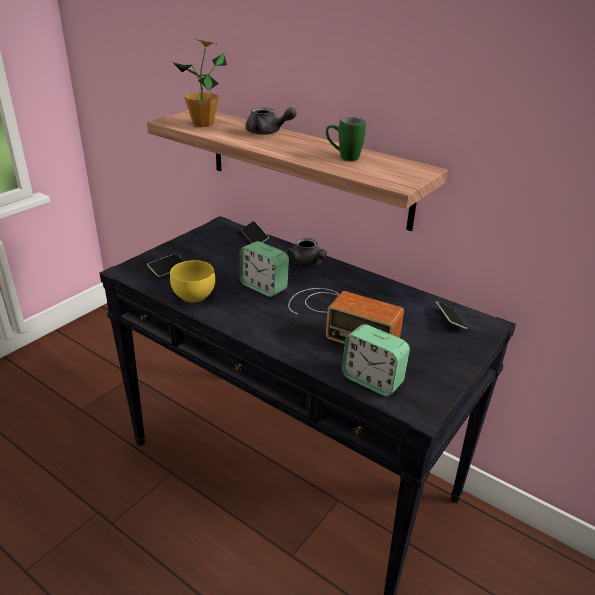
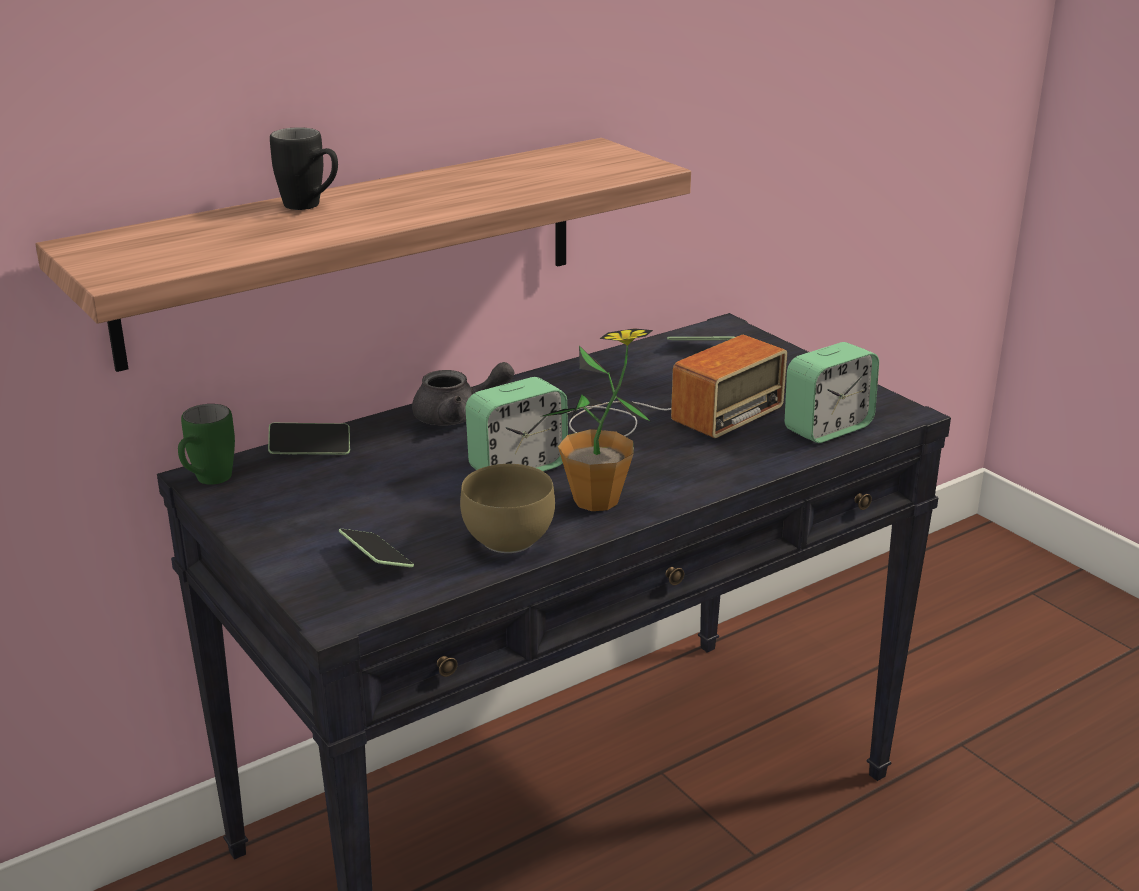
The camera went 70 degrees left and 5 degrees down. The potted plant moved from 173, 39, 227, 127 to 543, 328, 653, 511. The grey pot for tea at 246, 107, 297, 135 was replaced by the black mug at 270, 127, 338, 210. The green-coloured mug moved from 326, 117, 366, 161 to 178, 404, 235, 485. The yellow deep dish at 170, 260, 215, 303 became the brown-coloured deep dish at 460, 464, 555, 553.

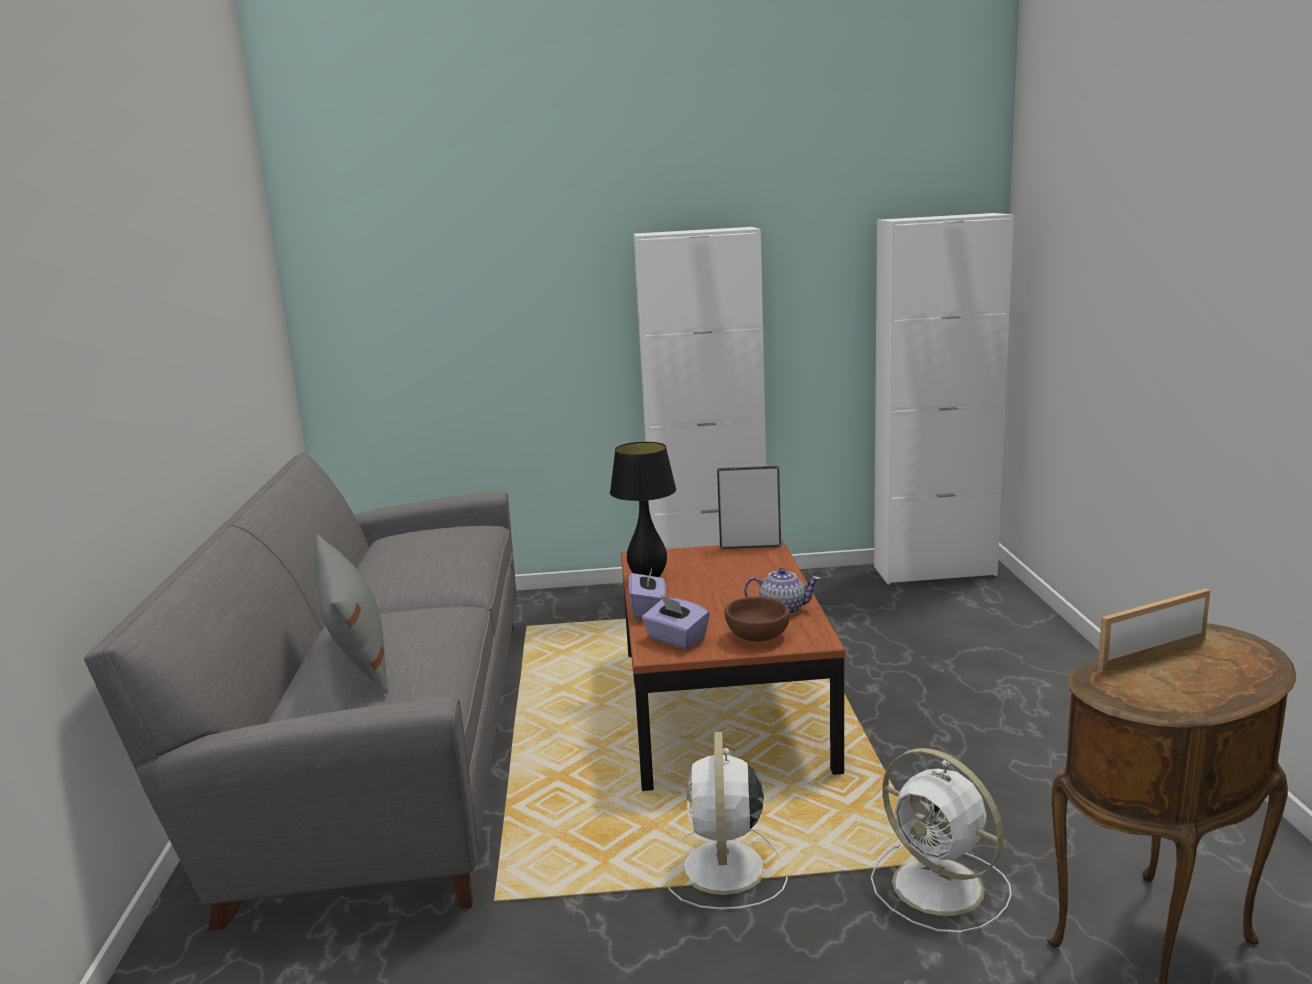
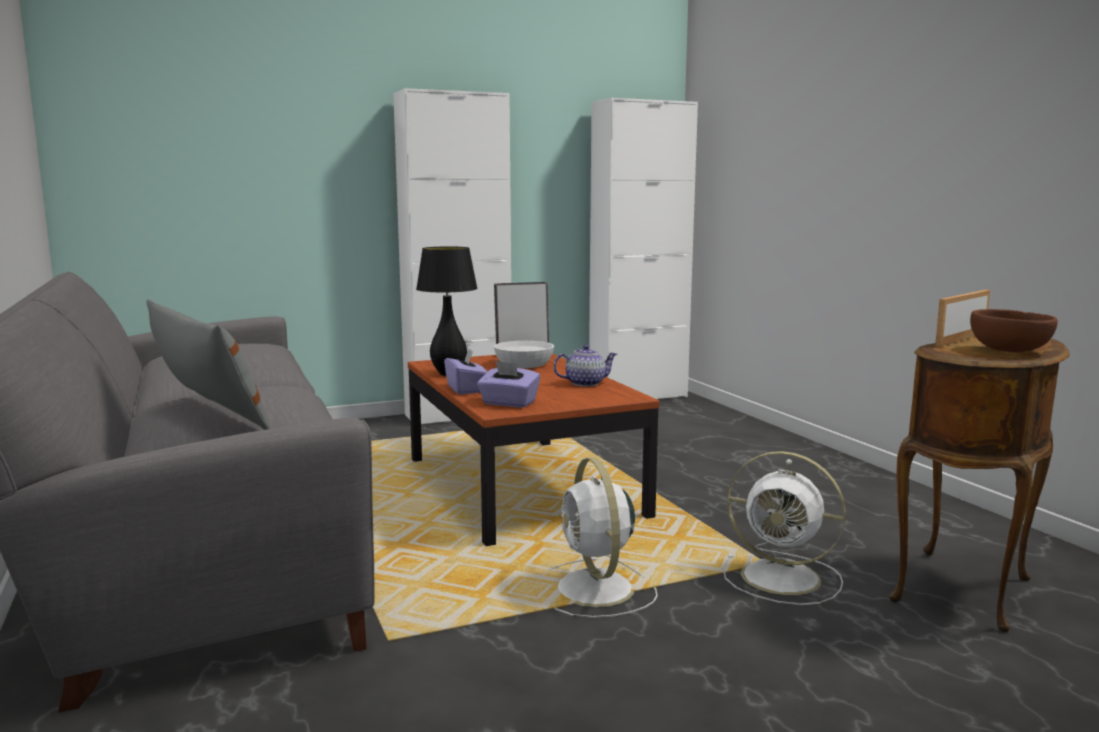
The camera went 20 degrees left and 5 degrees down. The brown-coloured deep dish moved from 725, 597, 790, 642 to 970, 309, 1058, 352. The white deep dish at 494, 341, 554, 368 appeared.

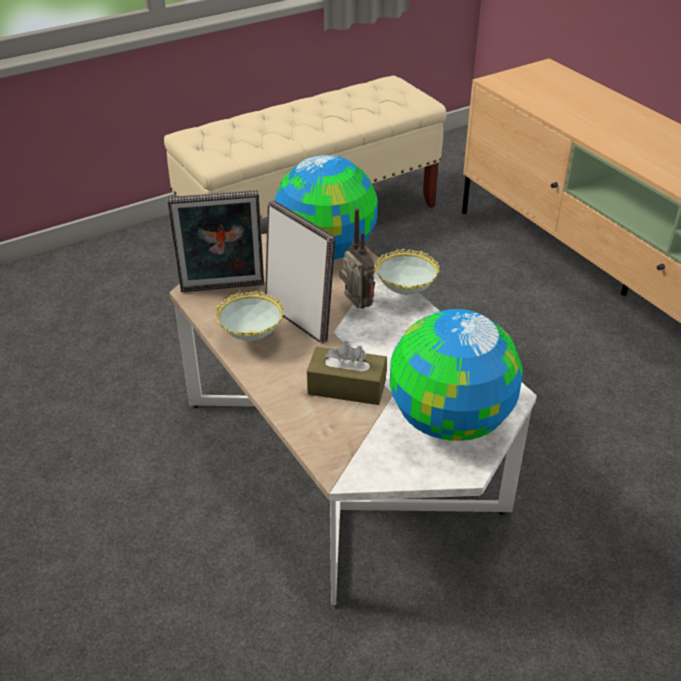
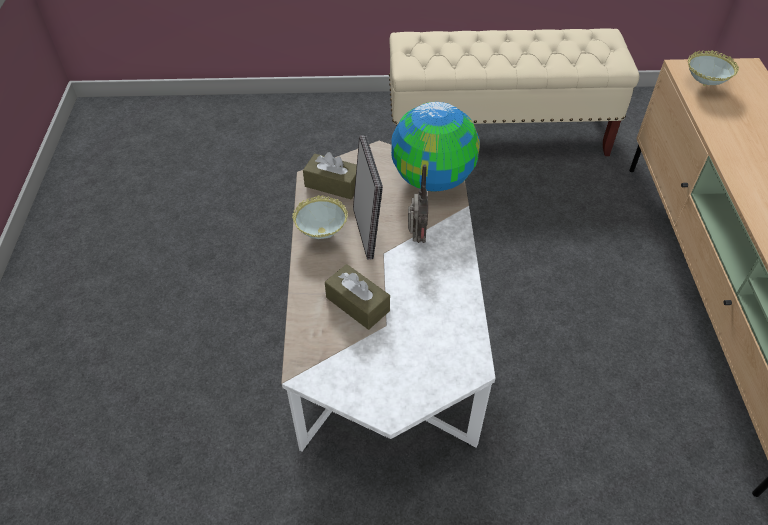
The camera went 30 degrees right and 10 degrees up. The photo frame at 167, 190, 264, 292 was replaced by the brown-coloured box of tissues at 303, 152, 357, 199. The deep dish moved from 375, 249, 440, 295 to 688, 50, 739, 86. The globe at 390, 309, 523, 441 disappeared.

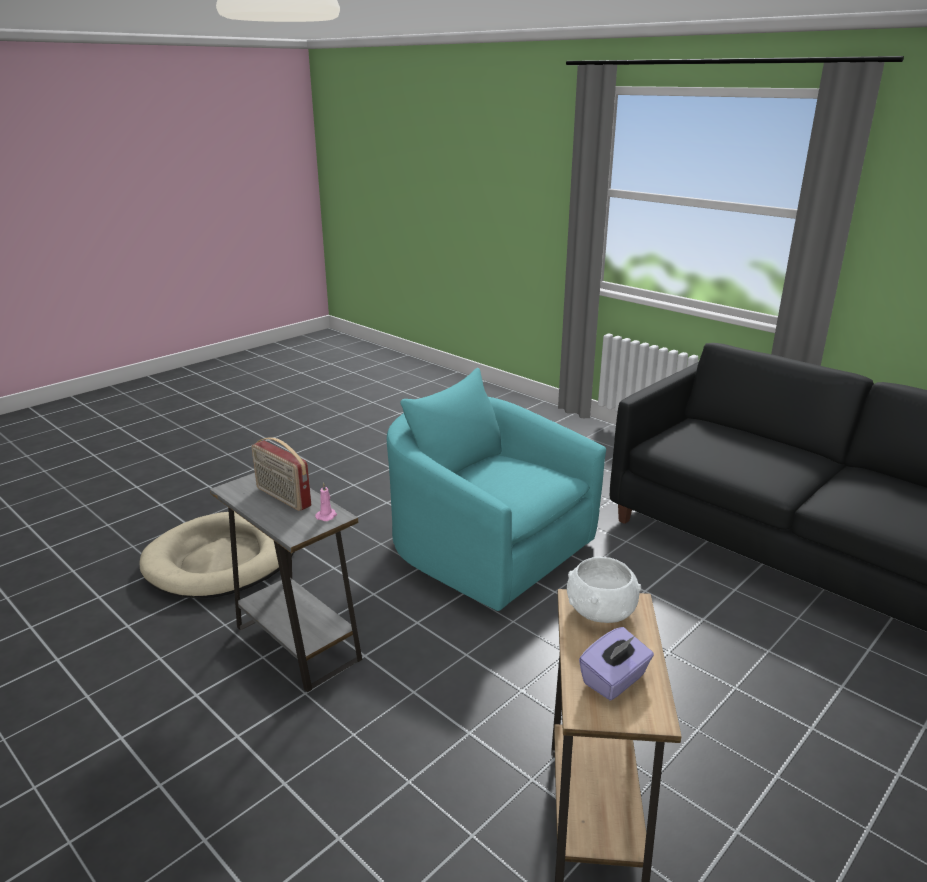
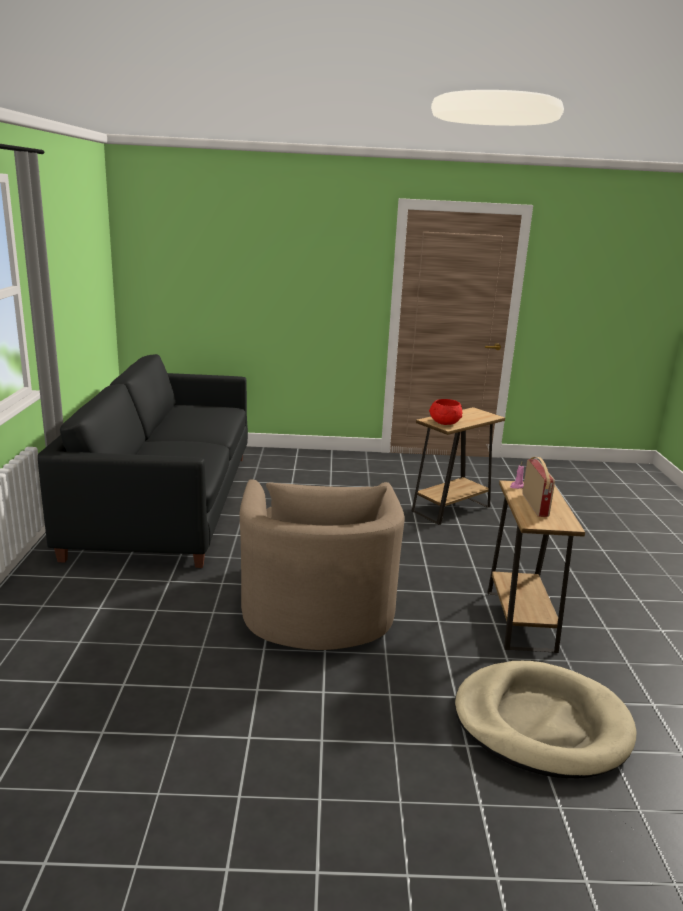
The camera went 135 degrees left and 5 degrees down. The turquoise easy chair at 387, 368, 606, 611 became the beige easy chair at 240, 479, 405, 650. The grey side table at 210, 473, 362, 692 became the brown-coloured side table at 488, 480, 585, 653. The white deep dish at 567, 557, 641, 623 became the reddish deep dish at 429, 399, 462, 425. The purple-coloured box of tissues at 579, 627, 654, 700 disappeared.

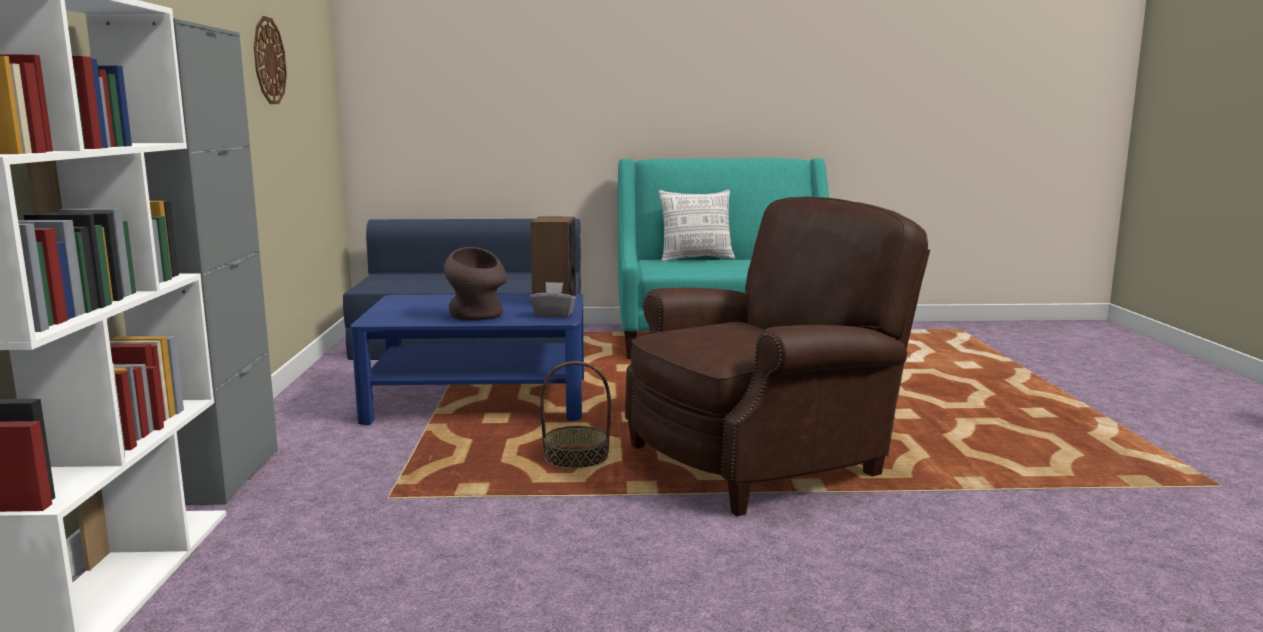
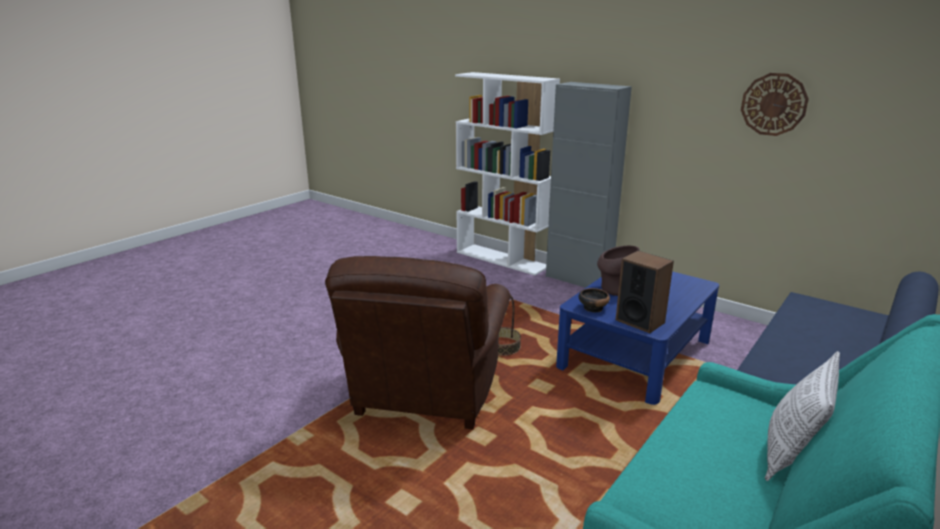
The camera went 130 degrees right and 10 degrees up. The grey box of tissues at 530, 282, 576, 318 was replaced by the deep dish at 579, 288, 610, 312.

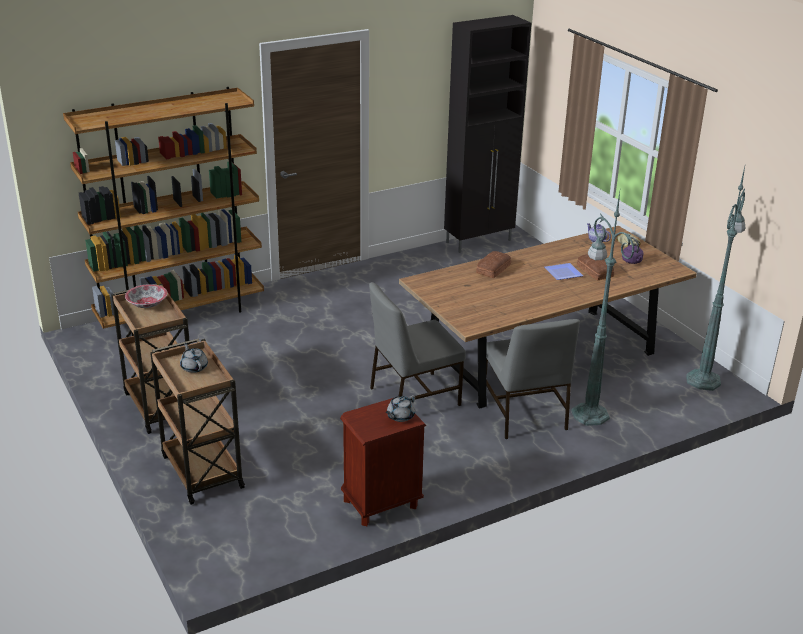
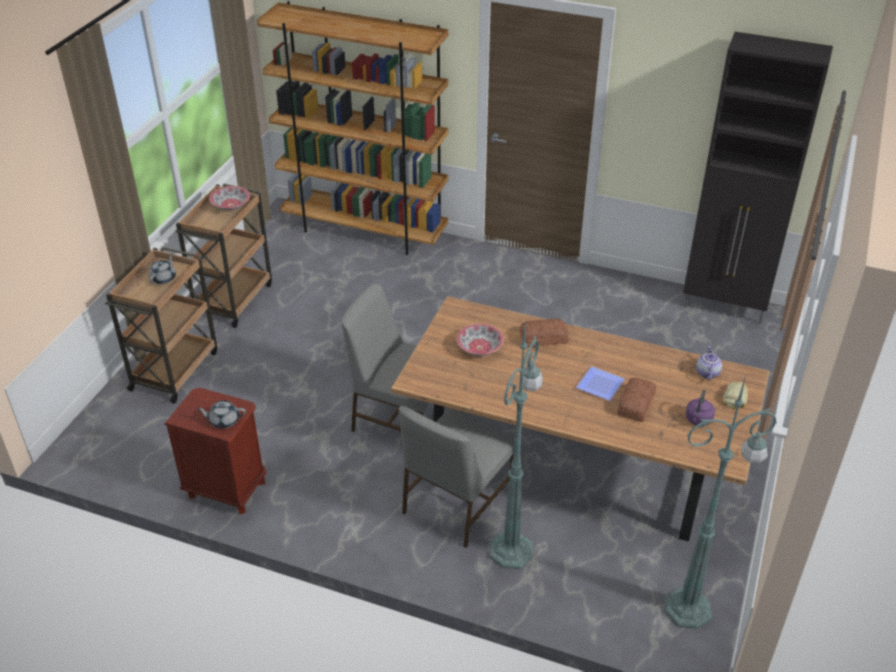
The camera went 50 degrees right and 10 degrees up. The deep dish at 457, 324, 504, 356 appeared.

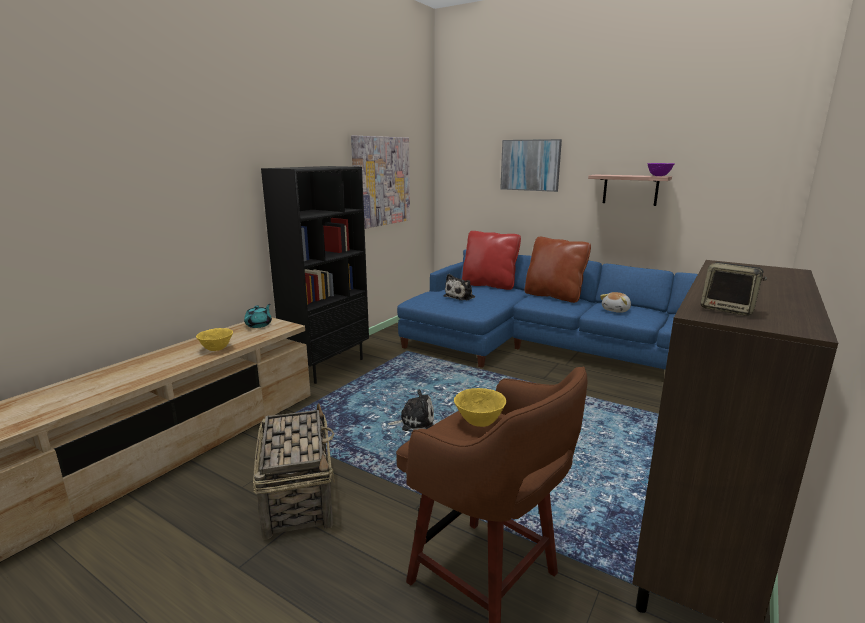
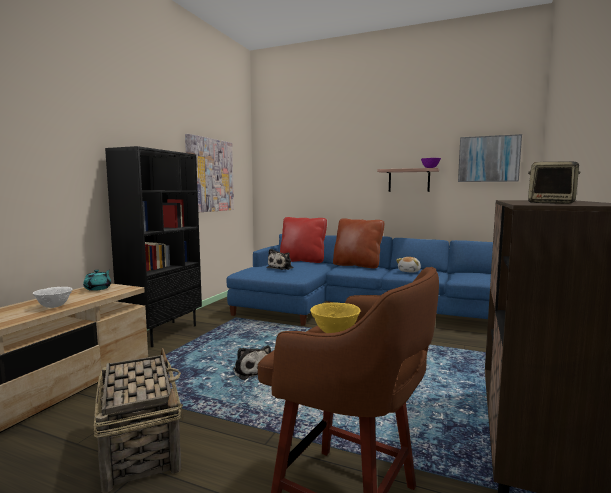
The camera went 10 degrees left and 10 degrees down. The wall picture moved from 500, 139, 562, 192 to 458, 134, 522, 182. The yellow deep dish at 196, 328, 233, 351 became the white deep dish at 33, 287, 72, 308. The plush toy at 388, 390, 434, 431 turned 75 degrees clockwise.

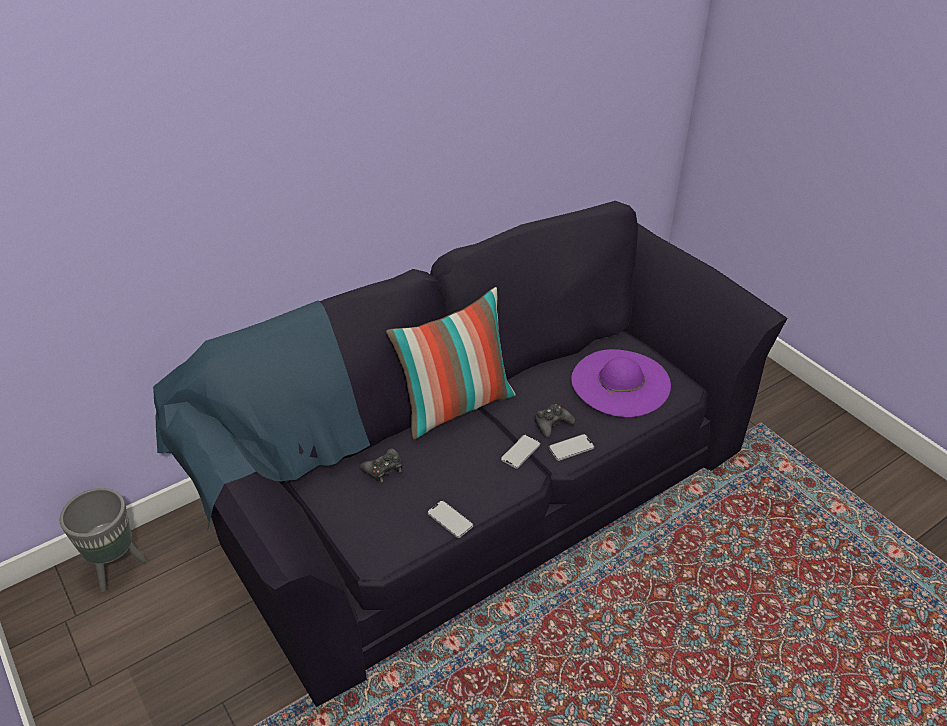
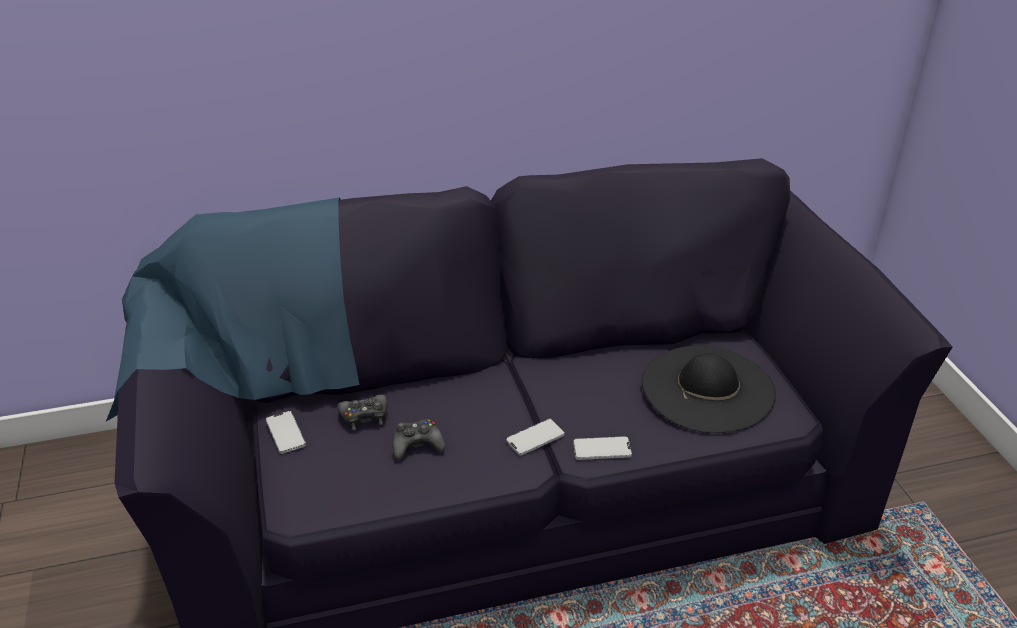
The camera went 20 degrees right and 5 degrees down. The pillow at 386, 287, 516, 440 disappeared. The purple-coloured clothing hat at 571, 349, 671, 417 became the black clothing hat at 642, 345, 776, 433. The black joypad moved from 535, 404, 575, 438 to 392, 419, 446, 459. The grey planter at 59, 488, 147, 592 disappeared. The handset moved from 427, 500, 473, 538 to 266, 411, 306, 454.

